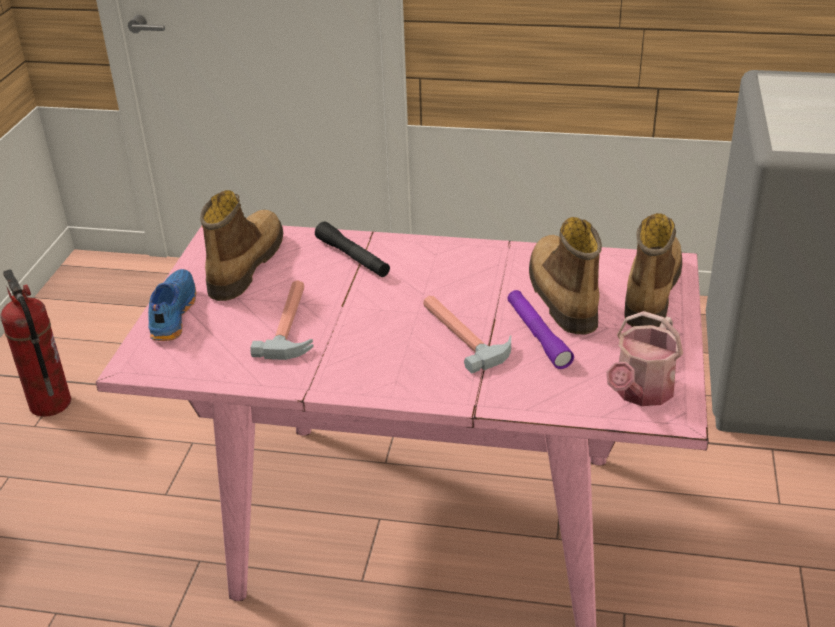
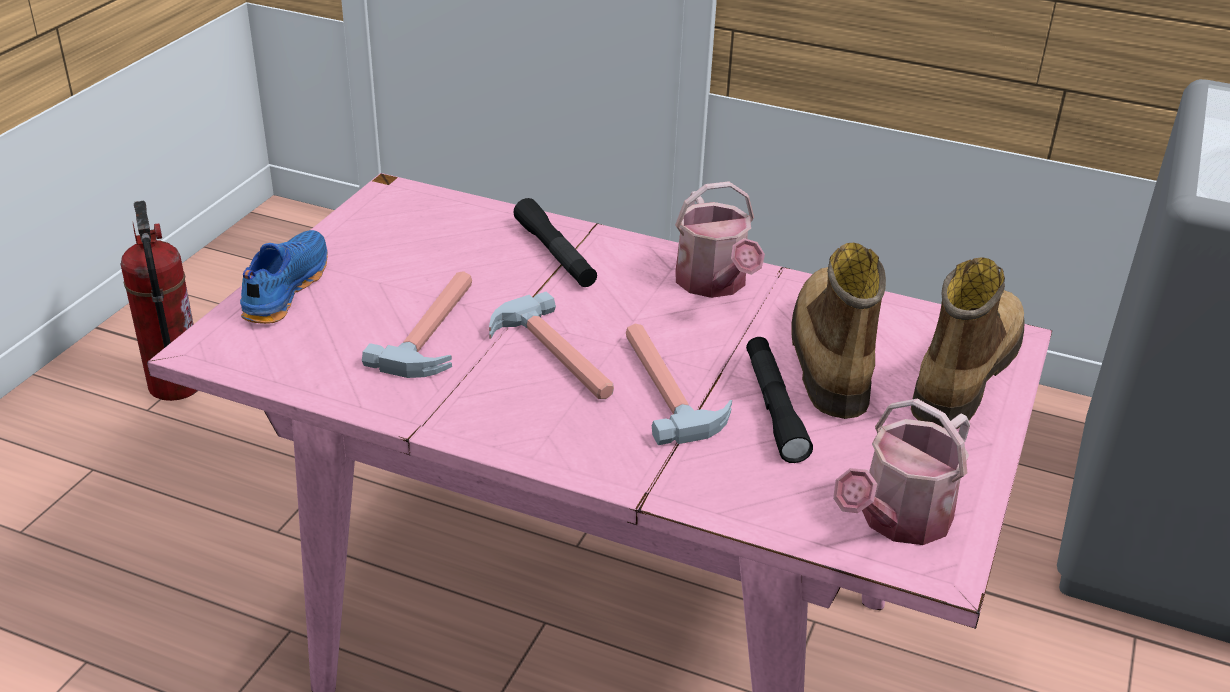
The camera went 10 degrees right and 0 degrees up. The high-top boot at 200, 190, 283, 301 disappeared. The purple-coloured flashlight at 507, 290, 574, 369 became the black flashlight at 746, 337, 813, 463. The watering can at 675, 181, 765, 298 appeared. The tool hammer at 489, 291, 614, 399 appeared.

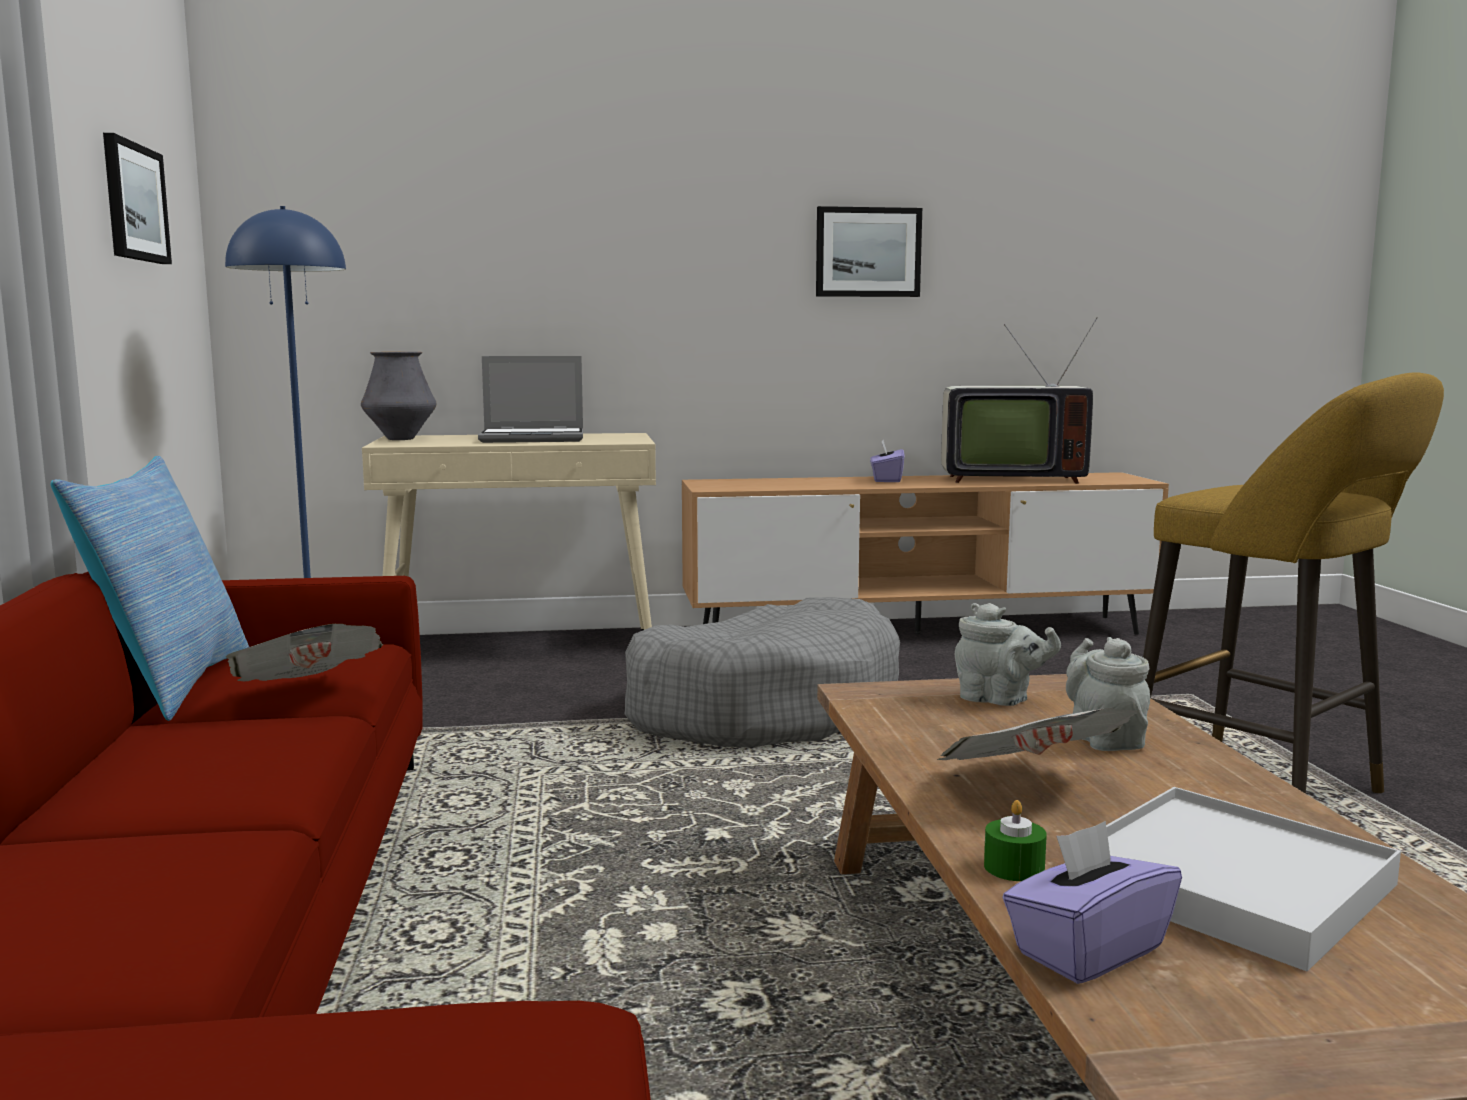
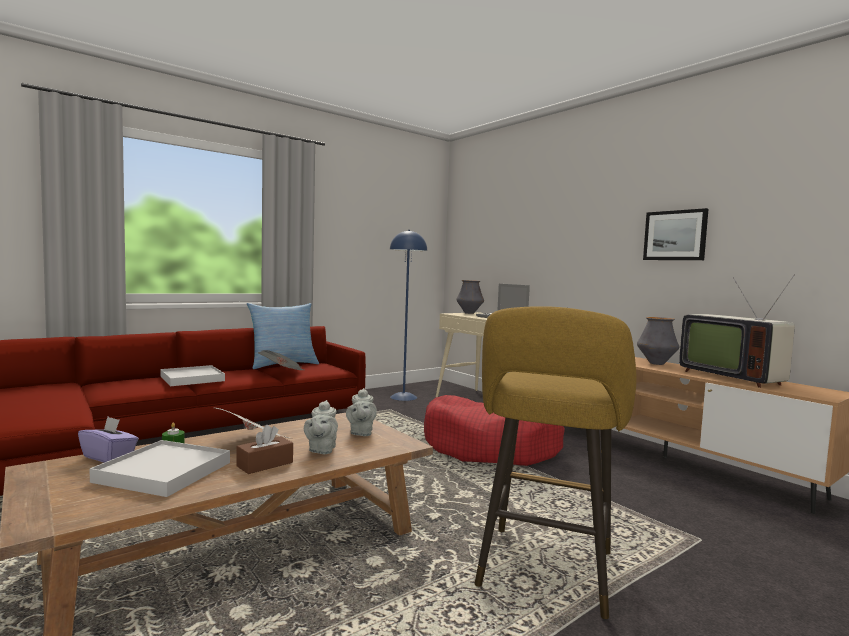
The camera went 60 degrees right and 5 degrees down. The wall picture at 103, 133, 172, 264 disappeared. The purple-coloured box of tissues at 870, 440, 904, 482 was replaced by the decorative vase at 637, 317, 679, 365. The grey dog cushion at 624, 597, 900, 748 became the reddish dog cushion at 424, 395, 565, 466. The grey pot for tea at 1066, 637, 1150, 751 turned 135 degrees clockwise. The white serving tray at 160, 365, 225, 386 appeared. The brown-coloured box of tissues at 237, 425, 293, 474 appeared.

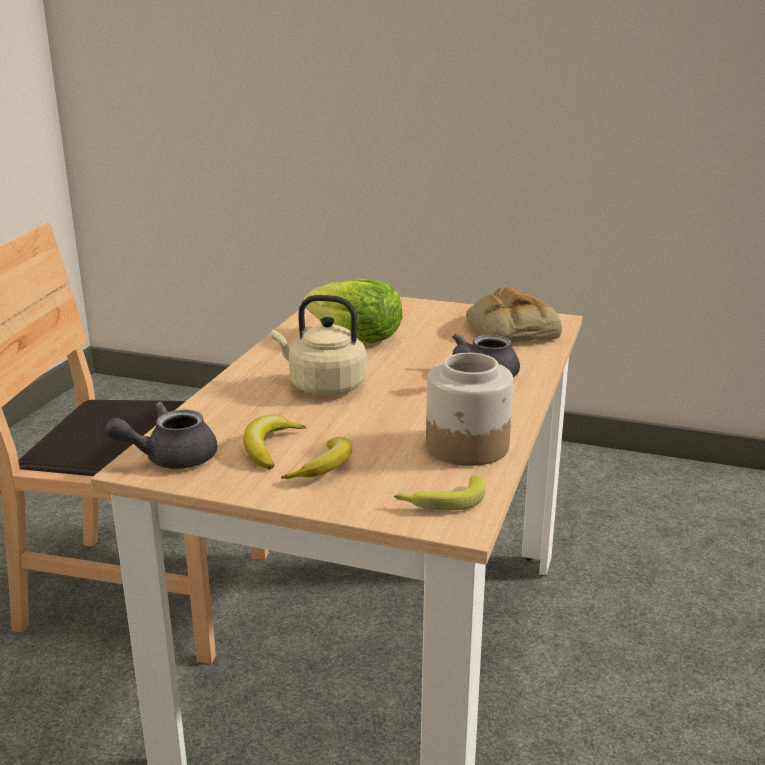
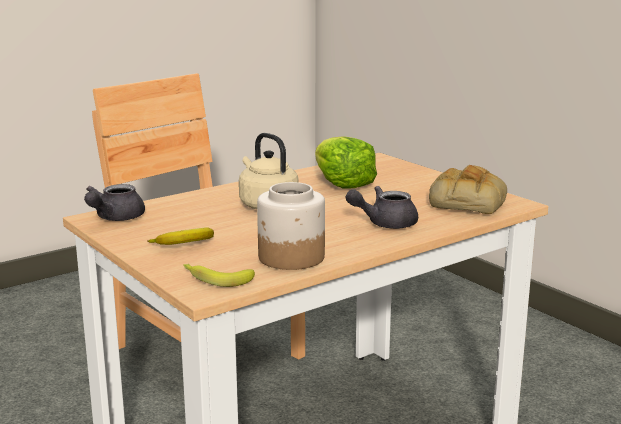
The camera went 35 degrees right and 5 degrees down. The grey pot for tea at 105, 402, 217, 469 turned 75 degrees counterclockwise. The banana at 244, 415, 306, 469 disappeared.

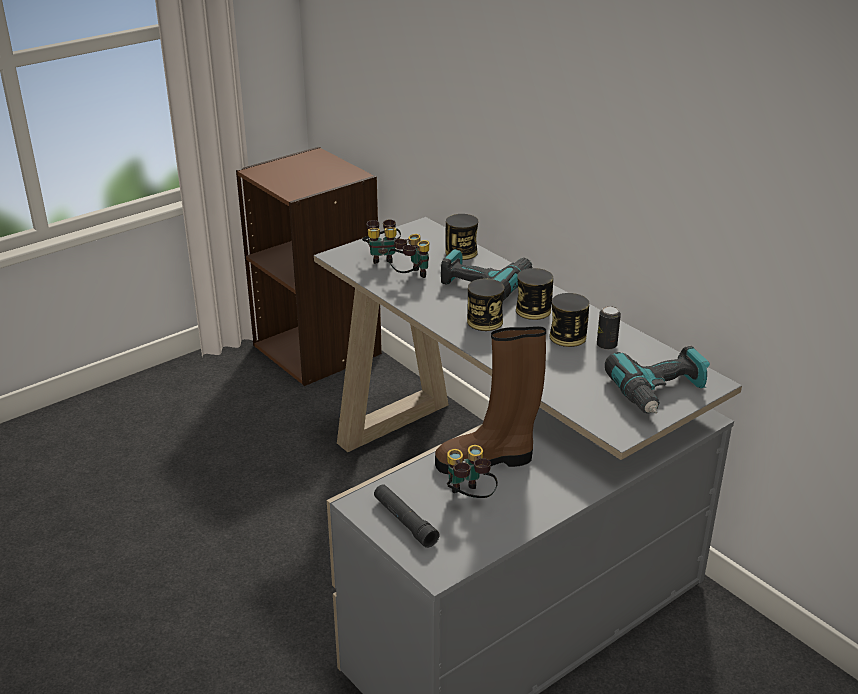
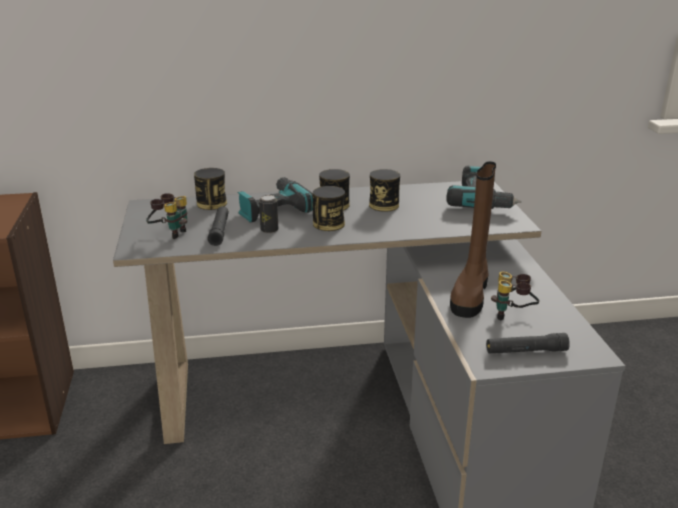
The camera went 60 degrees left and 5 degrees down. The binoculars at 388, 234, 429, 278 was replaced by the black flashlight at 207, 206, 229, 246. The sealed can moved from 597, 306, 621, 350 to 259, 195, 278, 234.

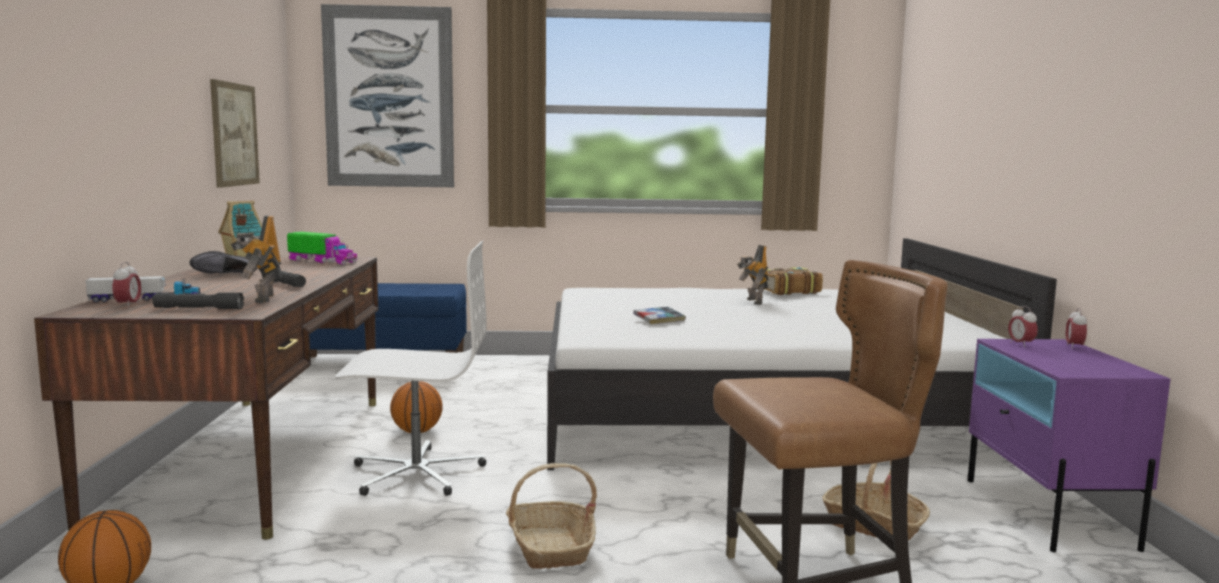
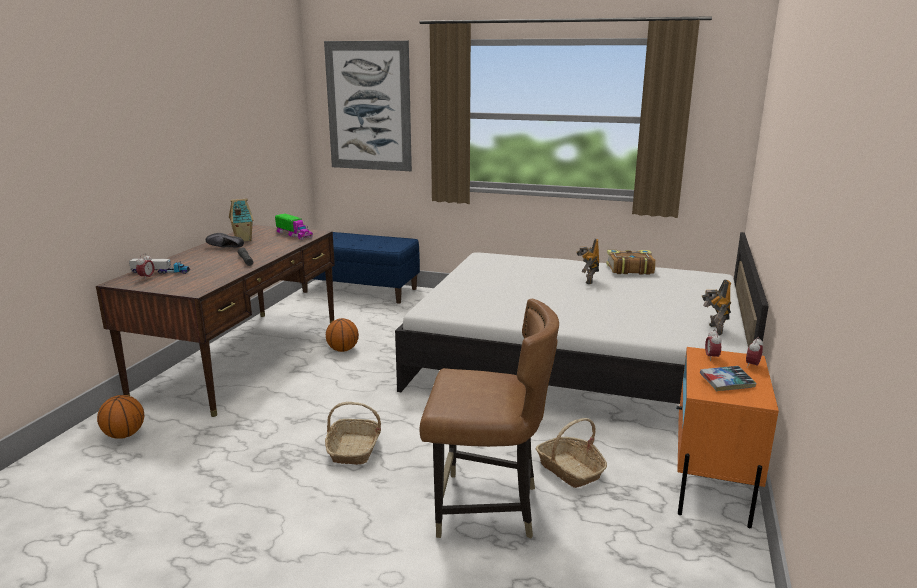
The camera went 20 degrees right and 10 degrees up. The wall picture at 210, 79, 260, 188 disappeared. The toy robot moved from 231, 215, 282, 303 to 702, 279, 731, 335. The white office chair at 335, 241, 487, 496 disappeared. The grey flashlight at 153, 293, 244, 309 disappeared. The book moved from 633, 307, 686, 324 to 700, 366, 757, 391. The purple-coloured bedside table at 967, 339, 1171, 552 became the orange-coloured bedside table at 676, 347, 779, 528.

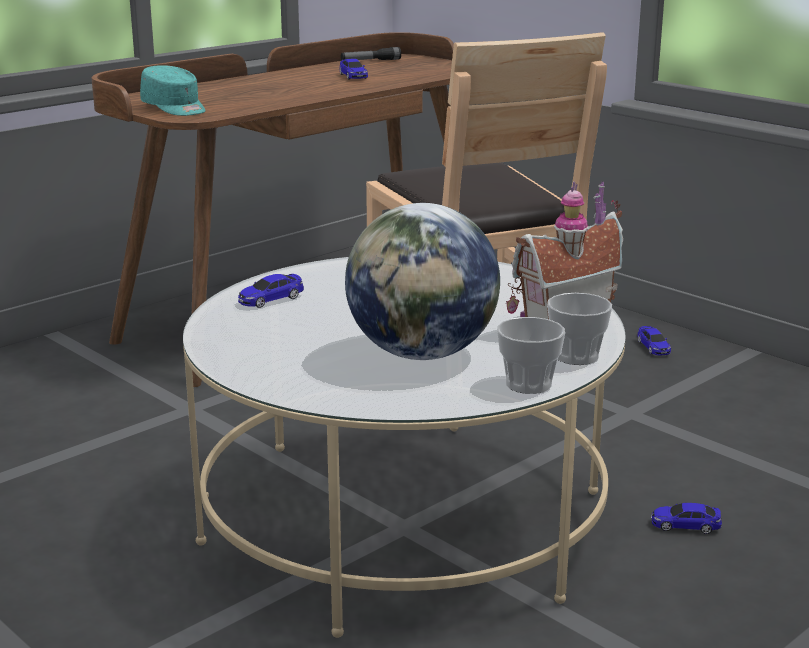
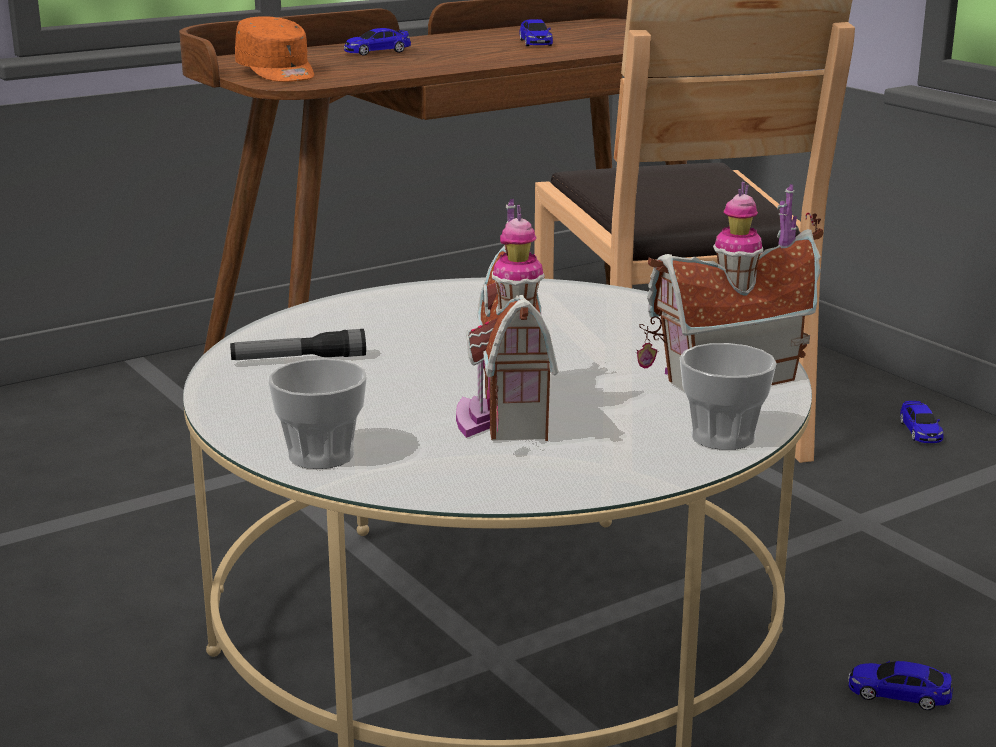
The camera went 10 degrees right and 0 degrees up. The flashlight moved from 341, 47, 401, 61 to 230, 329, 366, 360. The turquoise cap at 140, 65, 206, 116 became the orange-coloured cap at 235, 16, 314, 82. The globe at 345, 203, 500, 360 was replaced by the miniature house at 456, 199, 559, 441. The toy car moved from 238, 274, 304, 308 to 344, 28, 411, 56. The drinking cup moved from 497, 317, 565, 394 to 269, 358, 367, 469.

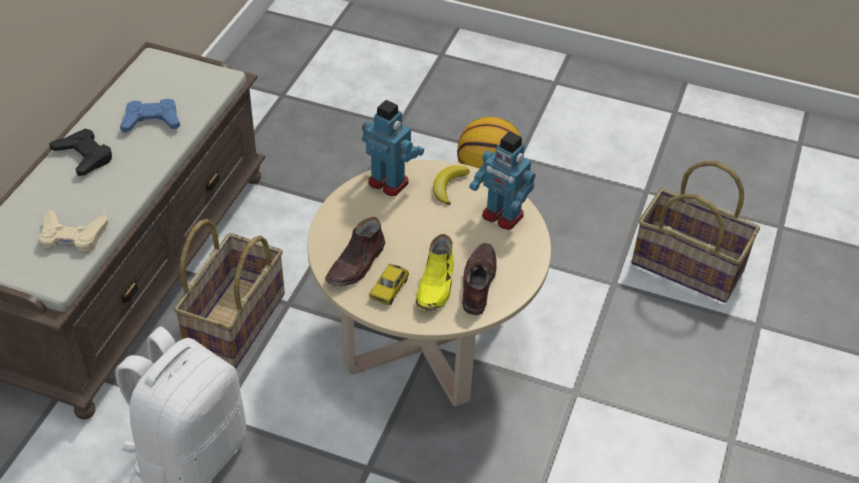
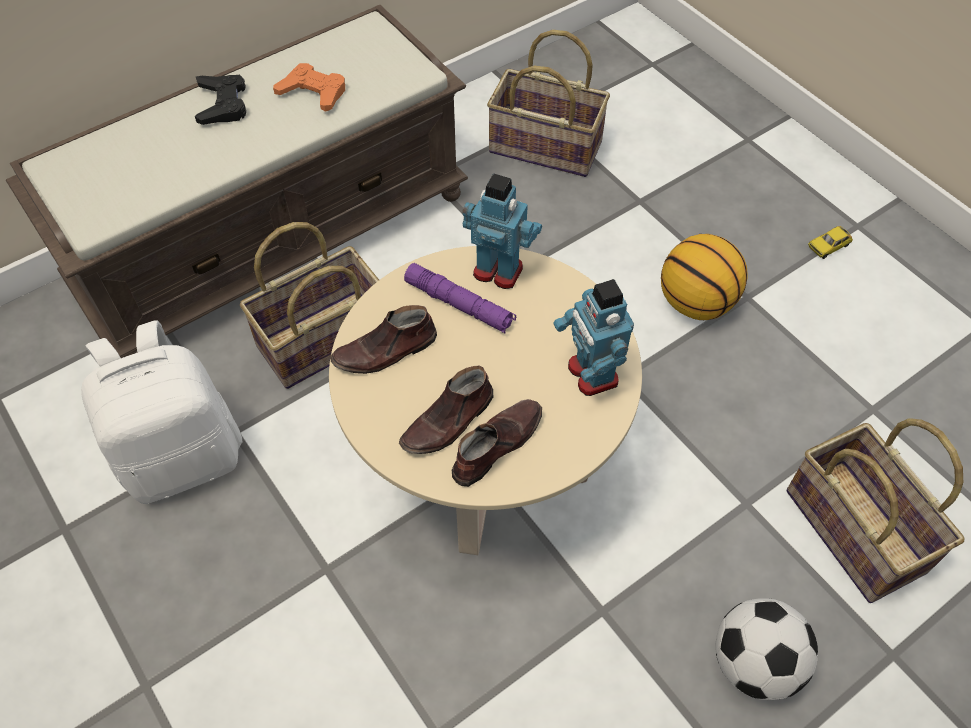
The camera went 35 degrees right and 10 degrees up. The bluish joypad at 120, 99, 180, 132 became the orange-coloured joypad at 273, 63, 345, 112. The toy robot at 362, 100, 424, 196 turned 45 degrees counterclockwise. The banana at 433, 165, 470, 205 disappeared. The beige joypad at 39, 209, 108, 254 disappeared. The yellow item of footwear at 416, 234, 454, 311 became the brown-coloured item of footwear at 399, 365, 493, 454. The toy car moved from 369, 264, 409, 305 to 808, 226, 853, 259. The household basket at 487, 30, 610, 177 appeared. The purple-coloured flashlight at 404, 263, 516, 333 appeared. The football ball at 716, 598, 818, 700 appeared.

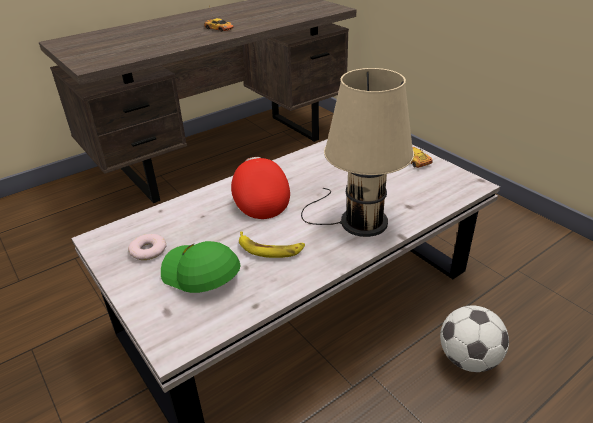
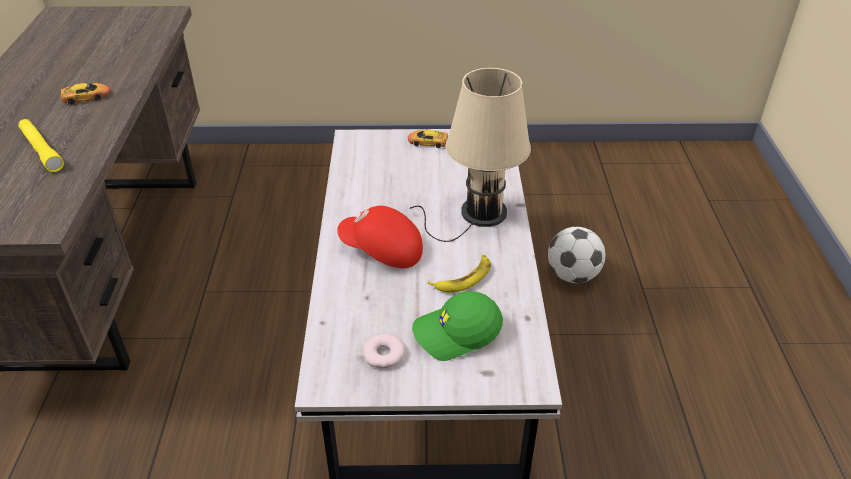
The camera went 55 degrees left and 5 degrees up. The yellow flashlight at 18, 119, 64, 172 appeared.

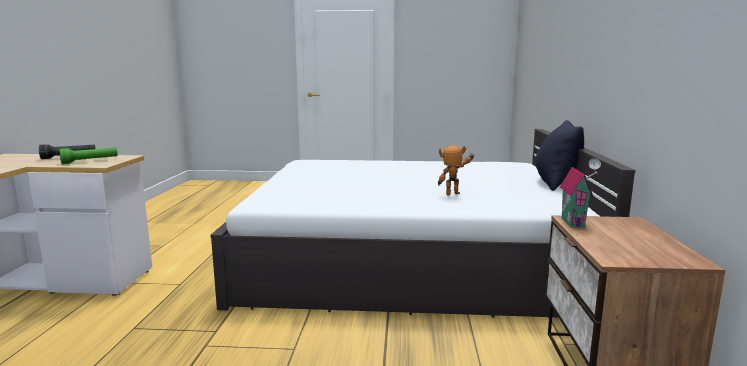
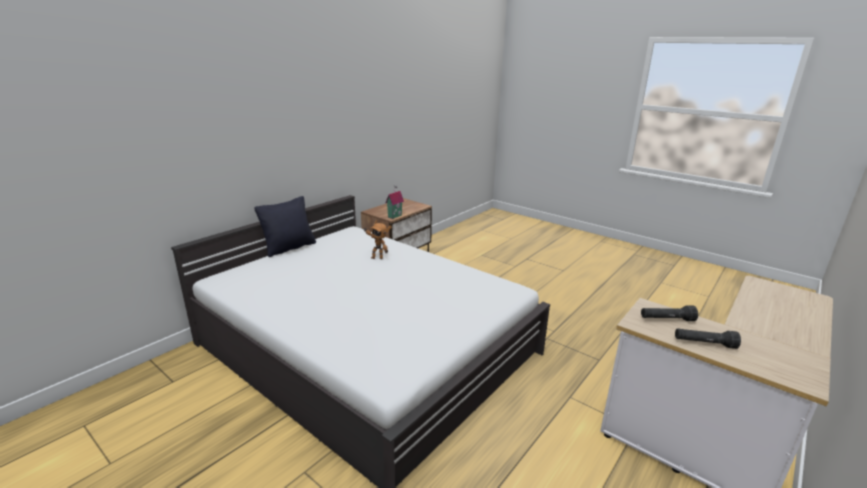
The camera went 145 degrees left and 10 degrees up. The green-coloured flashlight at 59, 147, 118, 164 became the black flashlight at 641, 305, 698, 321.

